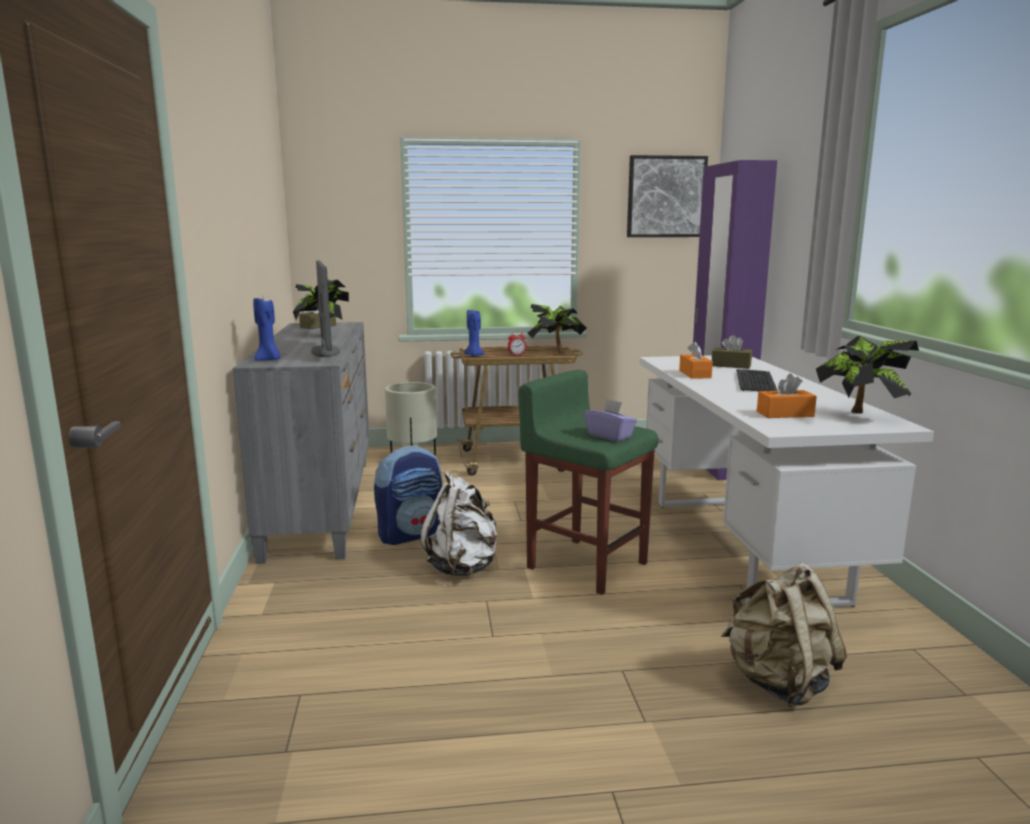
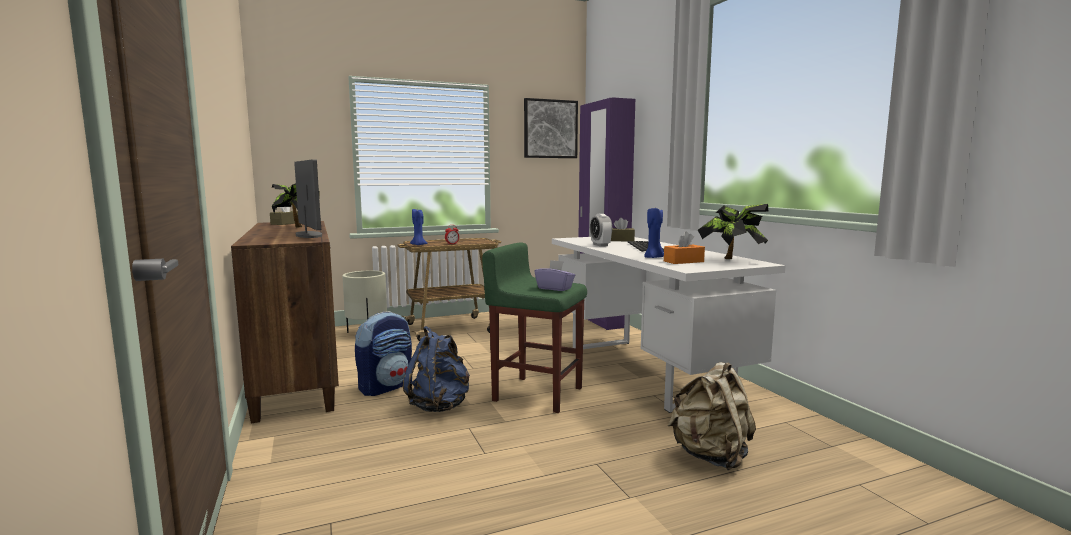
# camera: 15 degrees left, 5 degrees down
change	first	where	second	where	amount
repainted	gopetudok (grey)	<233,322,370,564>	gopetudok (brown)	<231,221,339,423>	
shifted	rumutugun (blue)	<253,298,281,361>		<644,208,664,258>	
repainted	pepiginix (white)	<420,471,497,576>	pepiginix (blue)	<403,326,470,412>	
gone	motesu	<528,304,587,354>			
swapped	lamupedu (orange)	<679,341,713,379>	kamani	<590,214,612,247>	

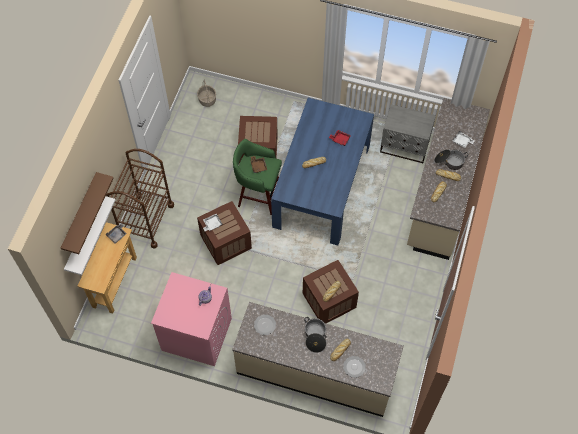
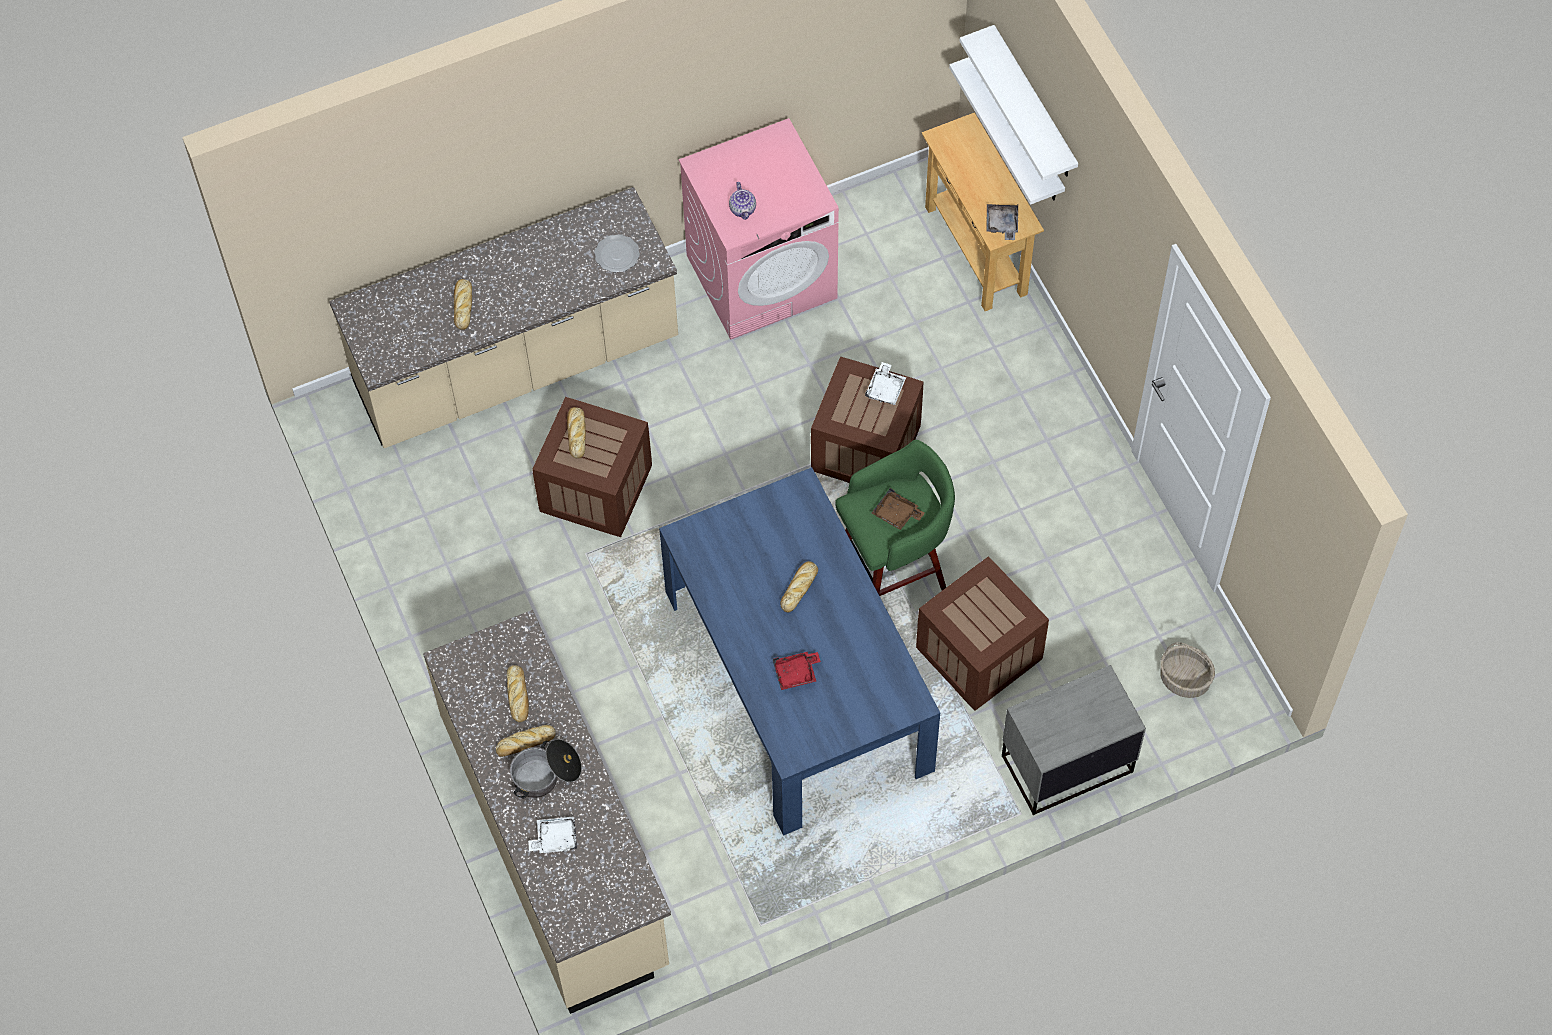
# camera: 140 degrees right, 0 degrees up
change	first	where	second	where	amount
repainted	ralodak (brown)	<61,172,114,254>	ralodak (white)	<960,25,1078,180>	
gone	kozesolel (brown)	<106,149,174,249>			
gone	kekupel	<304,317,327,353>			
gone	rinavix	<343,356,366,378>			
shifted	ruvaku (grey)	<380,104,436,164>		<1002,665,1146,815>	

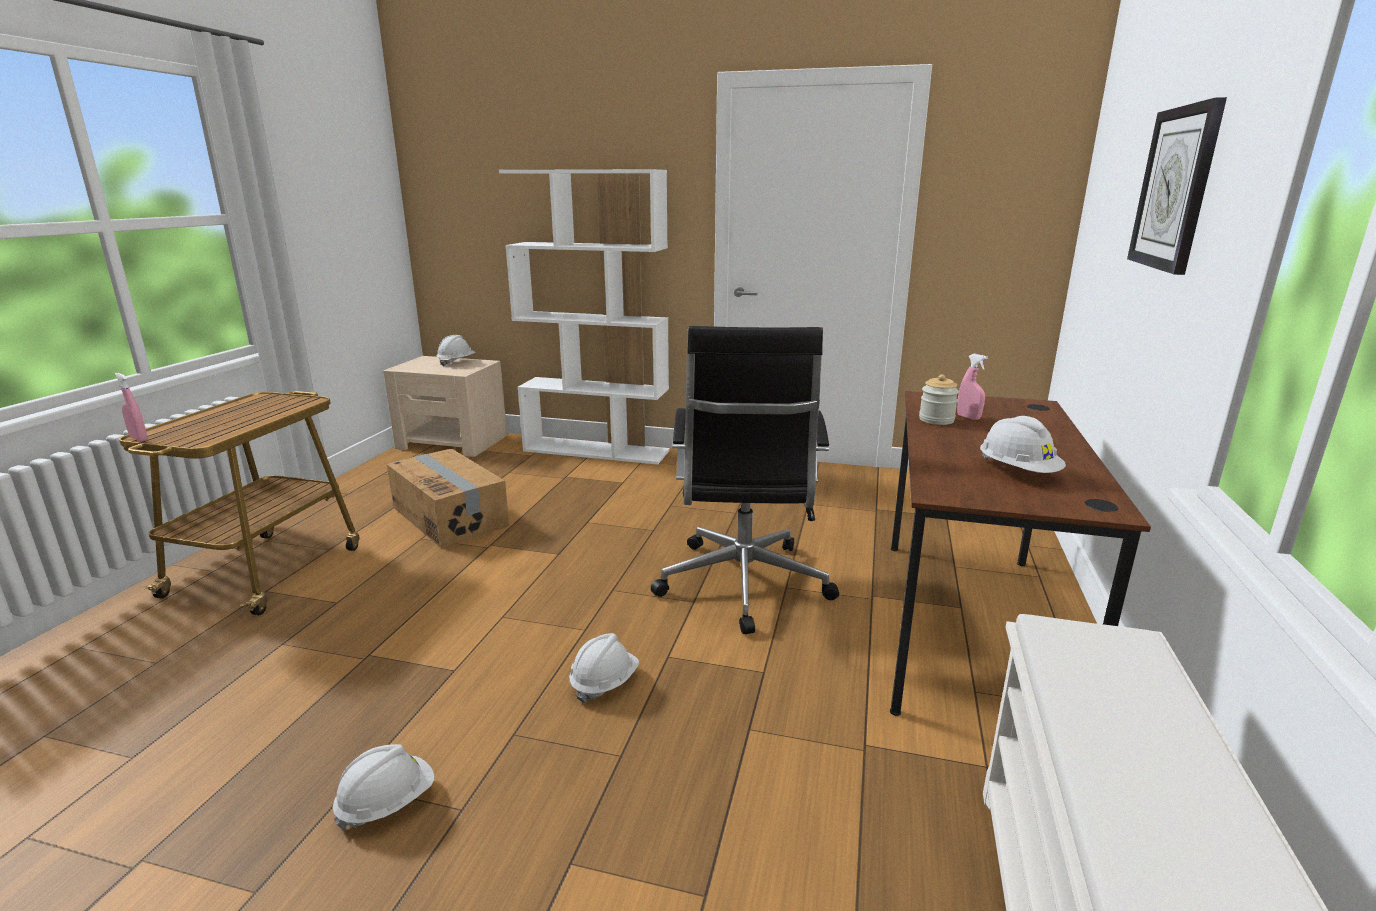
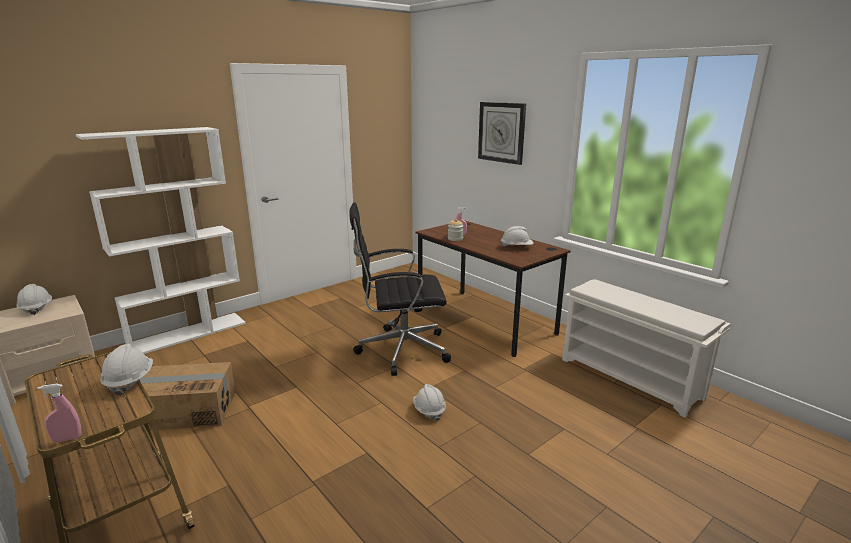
# camera: 55 degrees left, 0 degrees up
change	first	where	second	where	amount
shifted	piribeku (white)	<333,744,434,831>		<100,344,153,396>	
rotated	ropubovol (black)	<651,326,839,634>		<349,202,451,376>	135 degrees clockwise

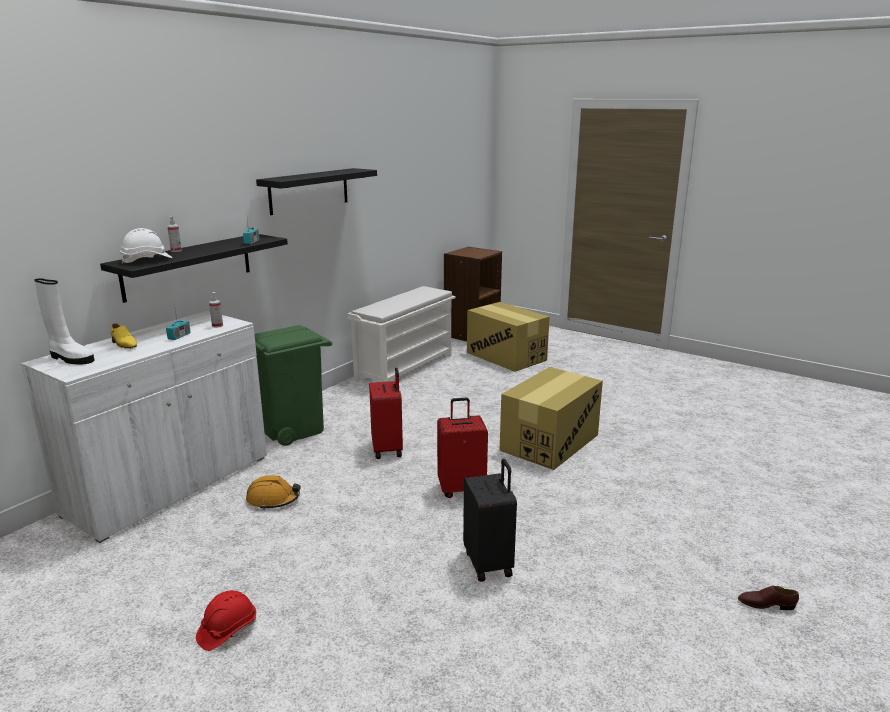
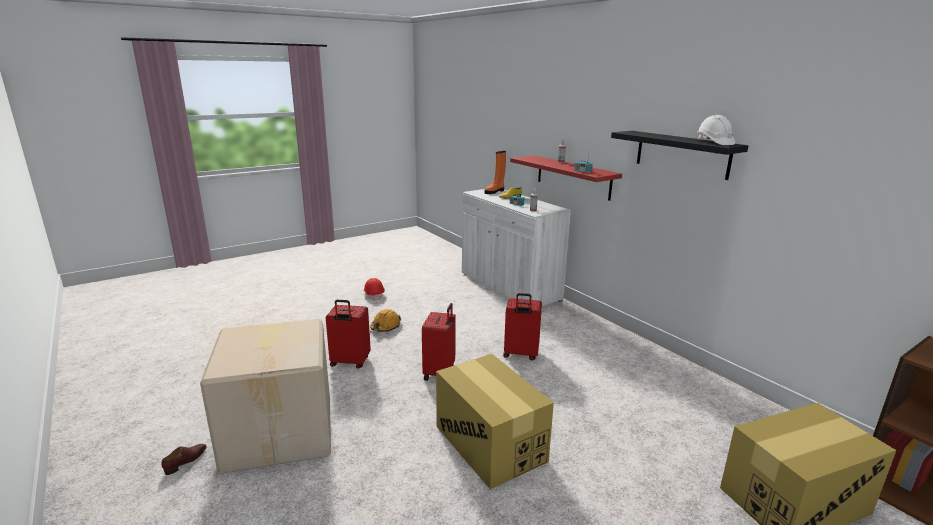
# camera: 110 degrees right, 0 degrees up
change	first	where	second	where	amount
repainted	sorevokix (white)	<34,278,95,364>	sorevokix (orange)	<484,151,506,194>	
repainted	ralodak (black)	<100,234,288,303>	ralodak (red)	<510,155,622,201>	
shifted	piribeku (white)	<120,228,172,264>		<697,115,735,145>	
shifted	piribeku (orange)	<246,475,301,510>		<370,309,401,332>	
gone	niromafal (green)	<255,325,332,446>			
gone	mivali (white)	<347,286,456,382>			
repainted	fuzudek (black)	<463,459,517,582>	fuzudek (red)	<326,300,371,369>	
new			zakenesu	<200,319,331,474>	

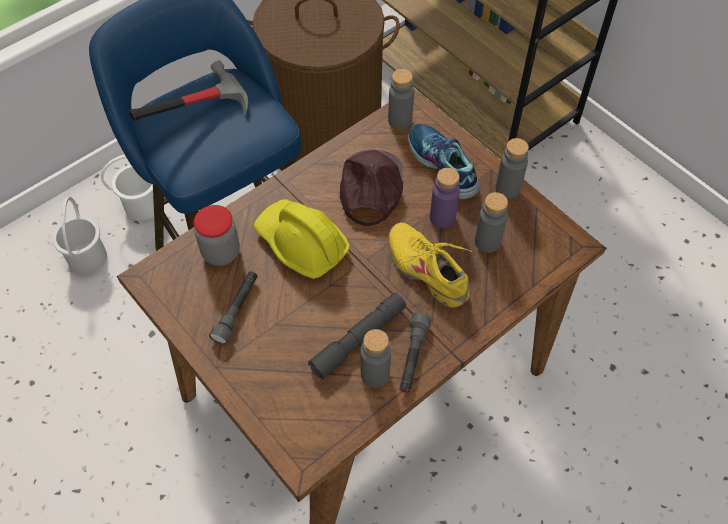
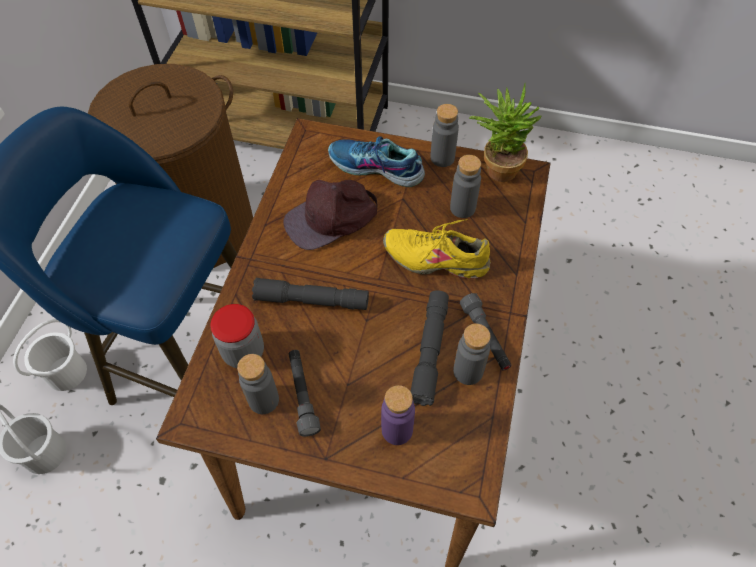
# camera: 35 degrees left, 0 degrees up
change	first	where	second	where	amount
gone	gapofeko	<129,60,248,121>			
swapped	piribeku (yellow)	<254,199,350,279>	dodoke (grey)	<252,278,369,310>	
rotated	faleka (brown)	<340,150,403,226>		<283,180,378,250>	90 degrees counterclockwise
shifted	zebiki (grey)	<388,69,414,130>		<237,354,279,414>	
shifted	zebiki (purple)	<430,168,460,228>		<381,385,415,445>	
new			motesu	<469,83,541,182>	

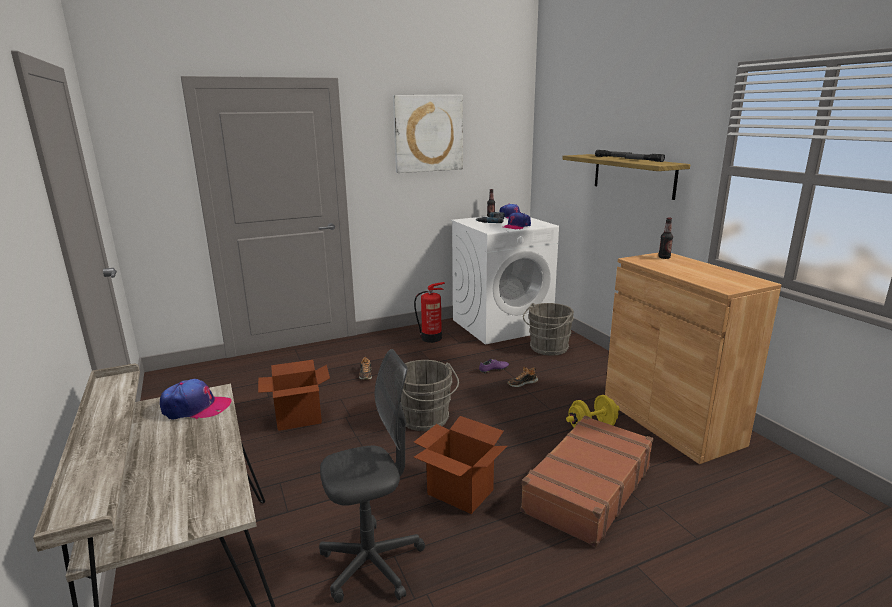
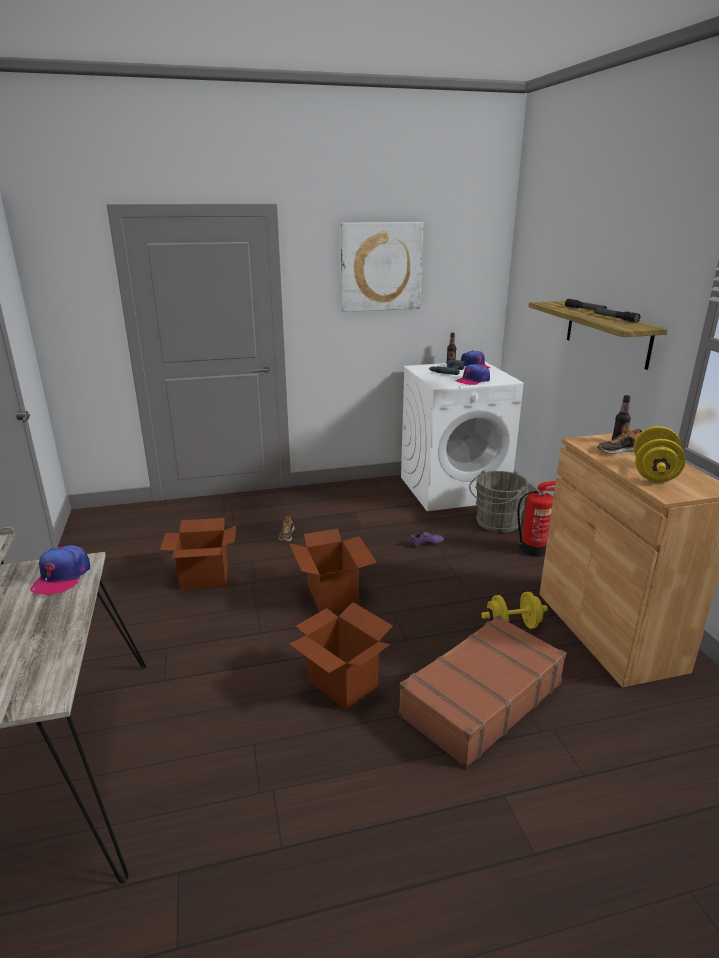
# camera: 10 degrees right, 5 degrees up
change	first	where	second	where	amount
rotated	faleka	<160,379,232,419>		<30,545,91,594>	90 degrees clockwise
gone	ropubovol (grey)	<319,349,425,603>			
swapped	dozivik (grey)	<400,360,459,431>	zakenesu	<289,529,377,612>	
shifted	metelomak	<414,282,445,343>		<517,481,556,557>	
shifted	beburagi	<507,367,538,387>		<597,426,642,454>	
new			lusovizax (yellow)	<634,426,685,482>	

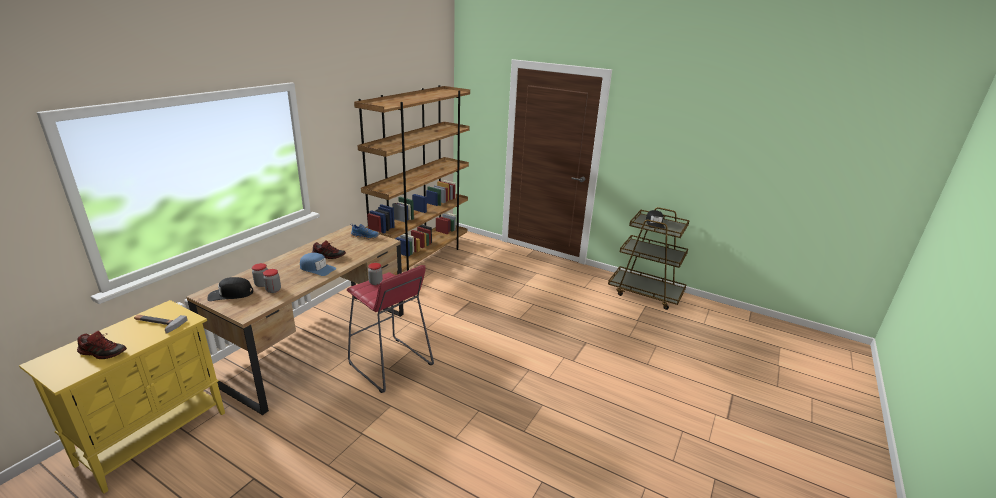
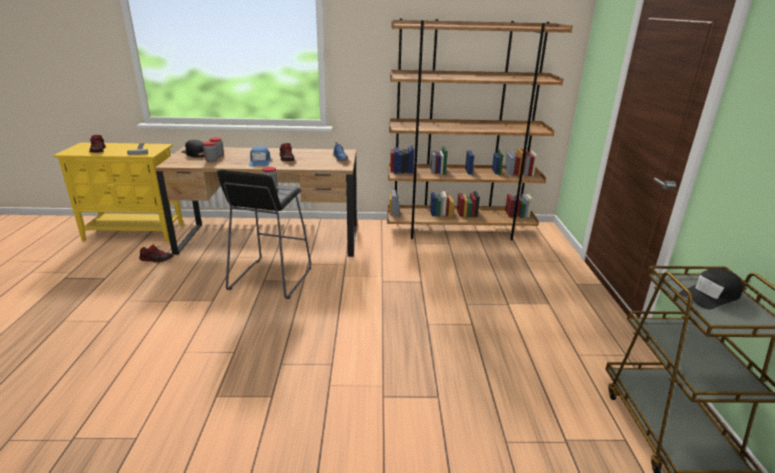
# camera: 60 degrees right, 0 degrees up
change	first	where	second	where	amount
repainted	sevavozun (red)	<347,265,434,393>	sevavozun (black)	<217,170,311,299>	
new			beburagi	<139,244,174,263>	

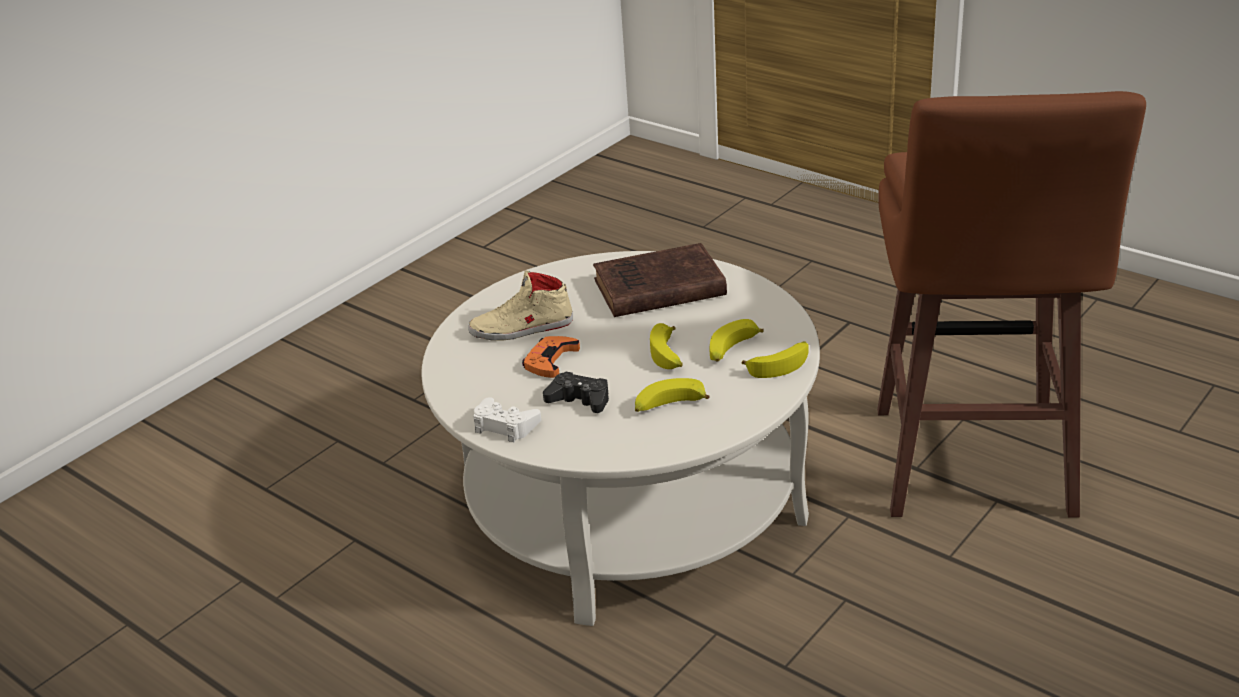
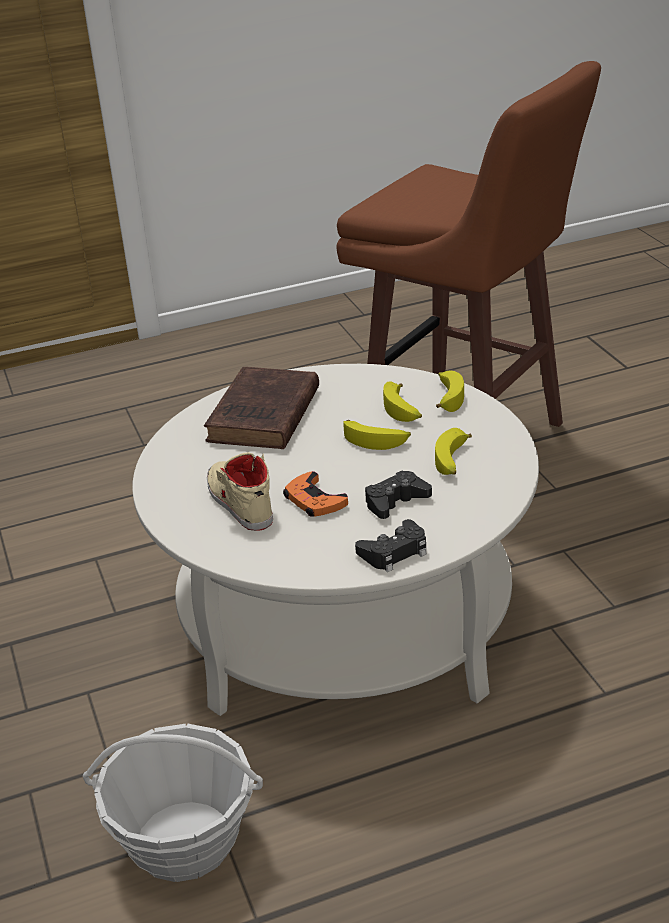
# camera: 60 degrees left, 0 degrees up
change	first	where	second	where	amount
rotated	beburagi (beige)	<468,270,573,340>		<207,452,273,531>	135 degrees clockwise
repainted	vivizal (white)	<473,397,541,442>	vivizal (black)	<355,519,426,572>	
new			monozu	<83,724,263,882>	

